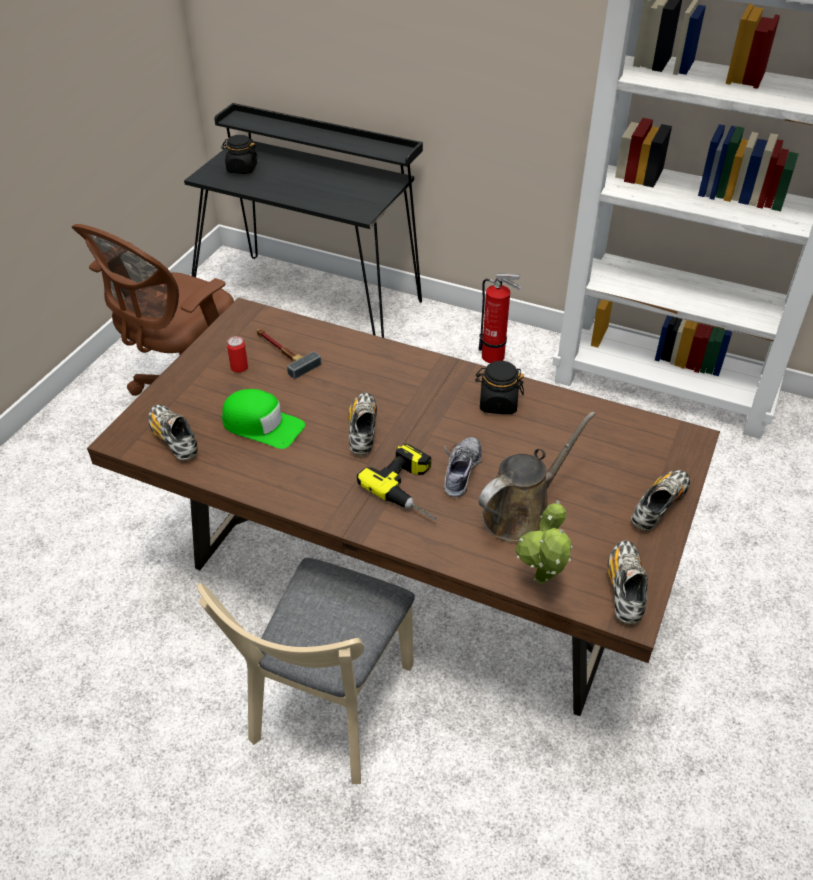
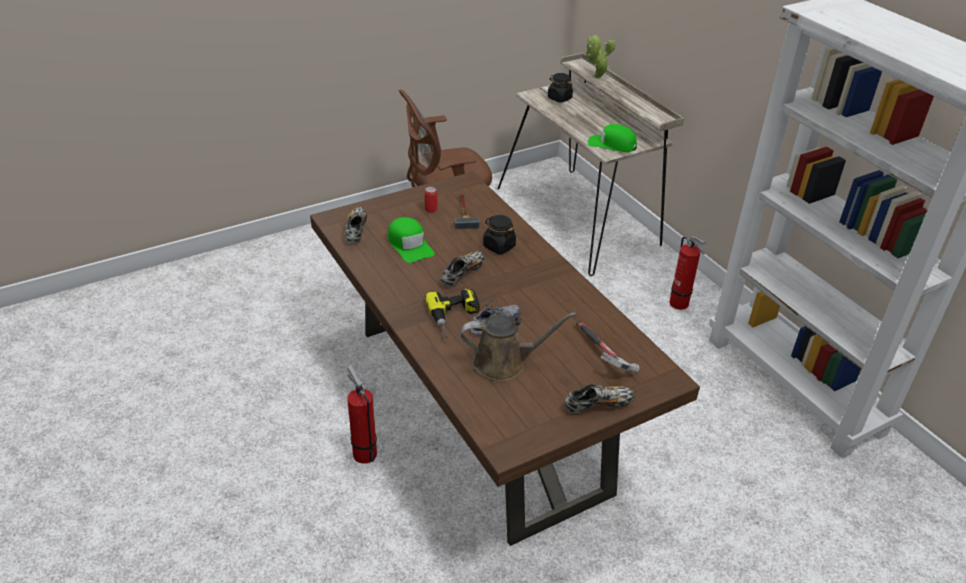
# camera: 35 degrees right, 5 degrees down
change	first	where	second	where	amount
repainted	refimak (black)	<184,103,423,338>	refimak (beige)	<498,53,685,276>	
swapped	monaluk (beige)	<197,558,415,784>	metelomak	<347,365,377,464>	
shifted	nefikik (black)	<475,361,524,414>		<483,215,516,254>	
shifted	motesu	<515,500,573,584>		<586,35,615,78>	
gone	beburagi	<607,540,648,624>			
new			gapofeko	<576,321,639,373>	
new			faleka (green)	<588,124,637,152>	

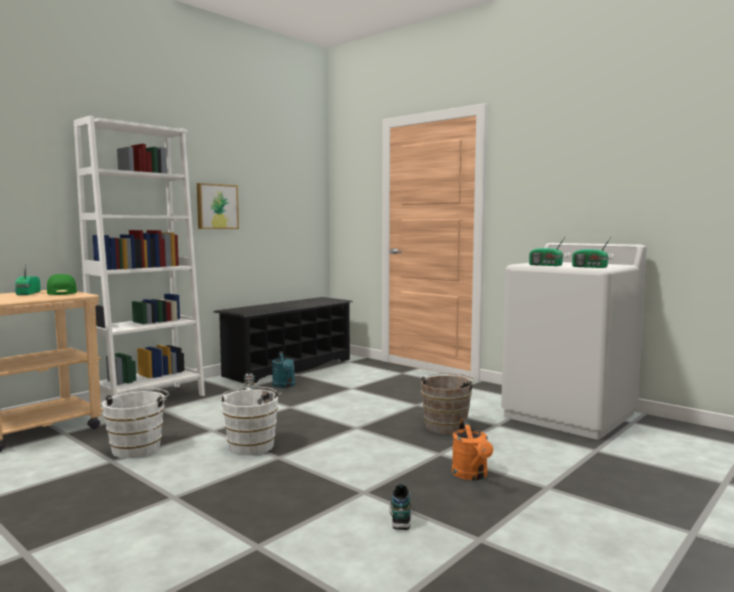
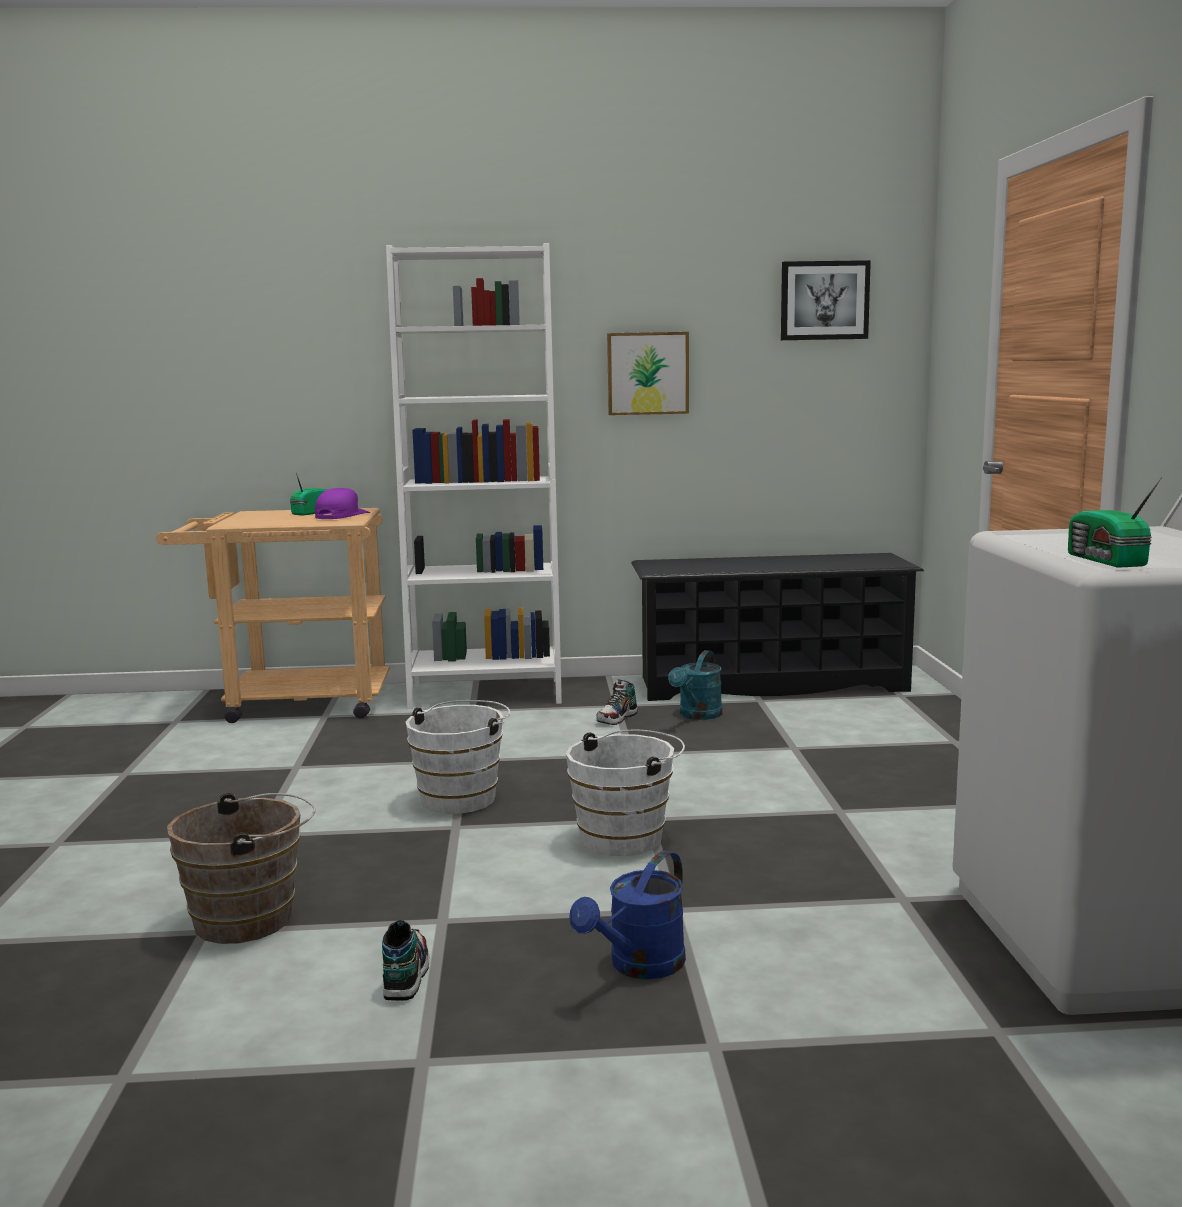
# camera: 45 degrees right, 5 degrees up
change	first	where	second	where	amount
repainted	faleka (green)	<47,274,77,295>	faleka (purple)	<315,488,371,519>	
shifted	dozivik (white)	<102,388,169,458>		<566,730,685,856>	
rotated	beburagi	<389,484,412,530>		<382,920,430,1001>	45 degrees counterclockwise
shifted	dozivik (brown)	<420,373,476,434>		<167,793,316,944>	
repainted	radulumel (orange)	<452,419,493,480>	radulumel (blue)	<569,851,686,979>	
gone	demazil	<529,237,565,266>			
new			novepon	<781,260,871,340>	

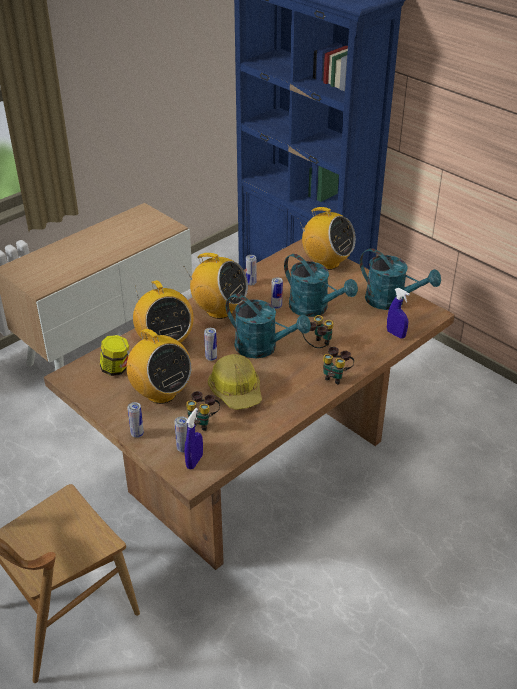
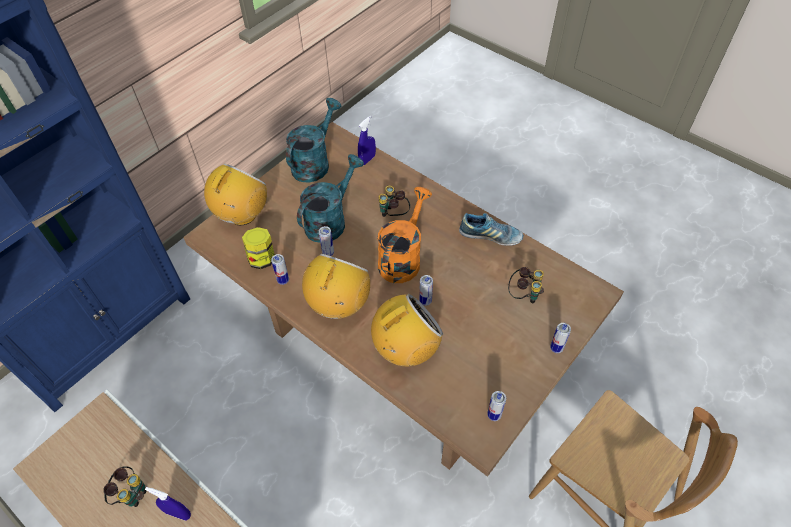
# camera: 95 degrees left, 15 degrees up
change	first	where	second	where	amount
shifted	nefikik	<100,335,129,376>		<242,227,275,269>	
gone	demazil	<122,329,192,404>			
shifted	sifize	<174,416,188,452>		<487,391,506,421>	
shifted	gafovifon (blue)	<184,408,203,469>		<145,487,191,521>	
gone	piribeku	<208,354,262,410>			
repainted	radulumel (turquoise)	<226,294,311,359>	radulumel (orange)	<378,187,432,283>	
shifted	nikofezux	<323,347,354,384>		<103,466,147,507>	
new			beburagi	<459,213,524,246>	

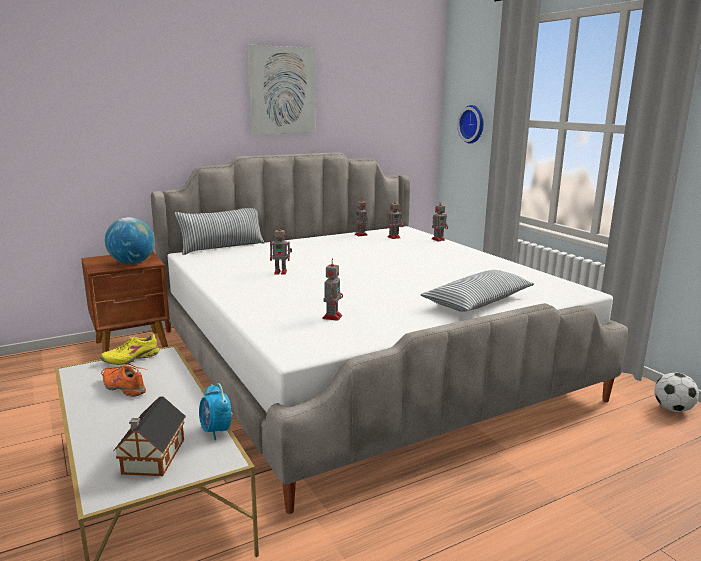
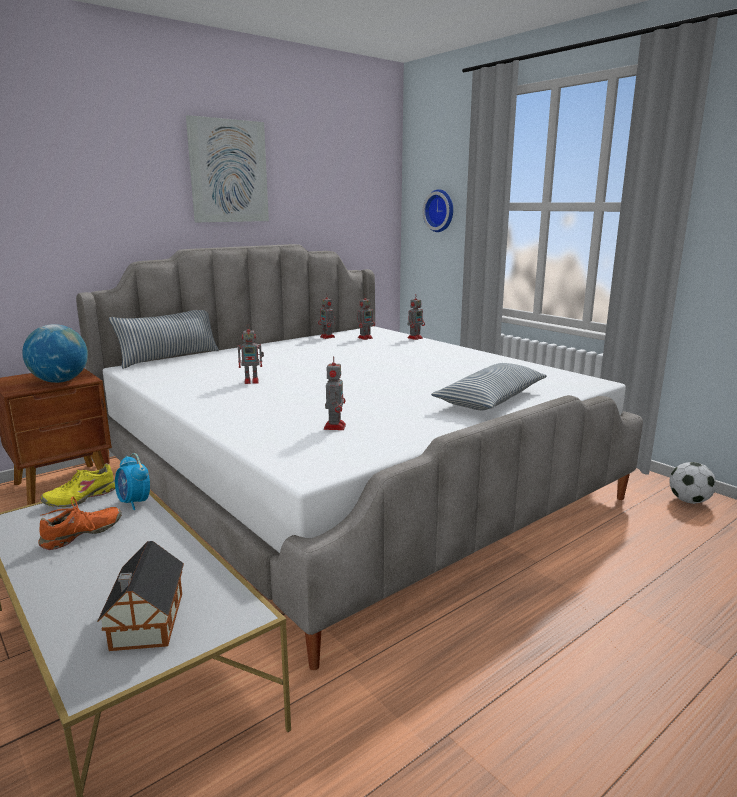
# camera: 10 degrees left, 0 degrees up
change	first	where	second	where	amount
rotated	beburagi (orange)	<101,364,147,397>		<38,497,122,550>	105 degrees clockwise
shifted	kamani	<199,383,232,440>		<115,453,150,510>	

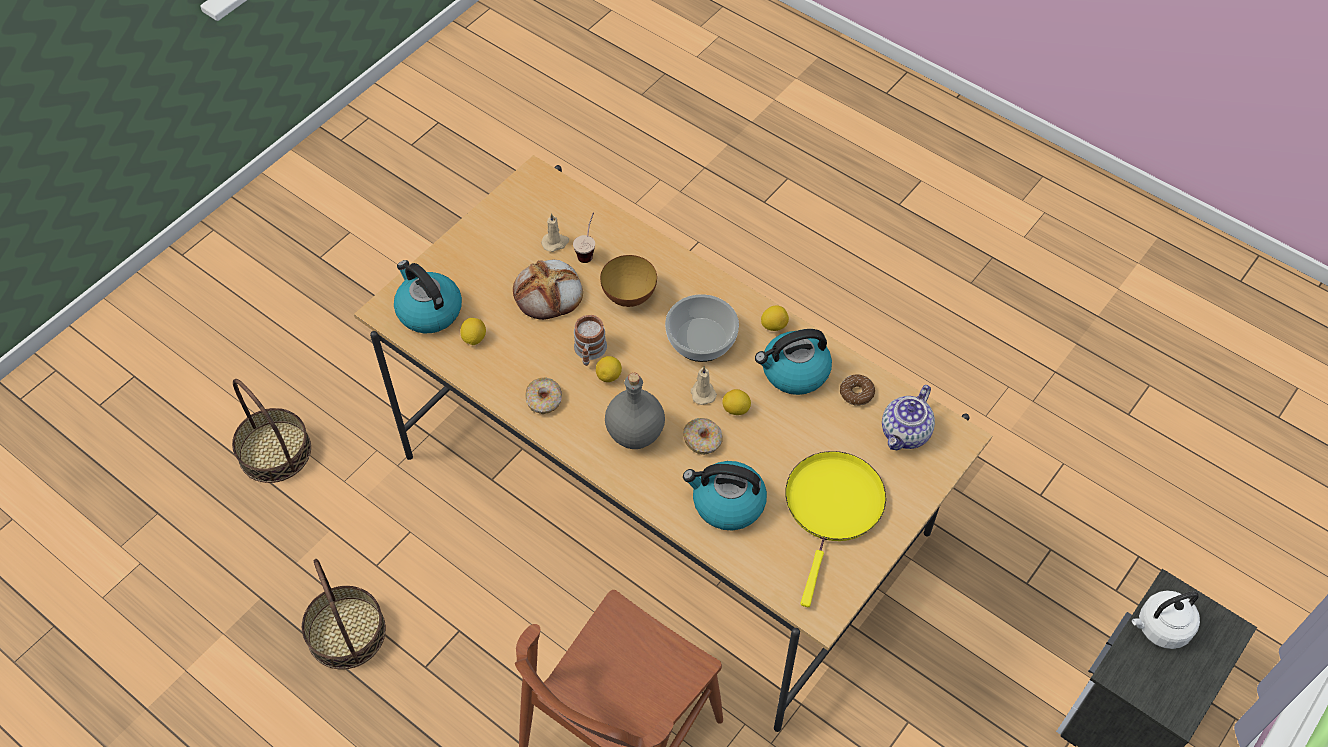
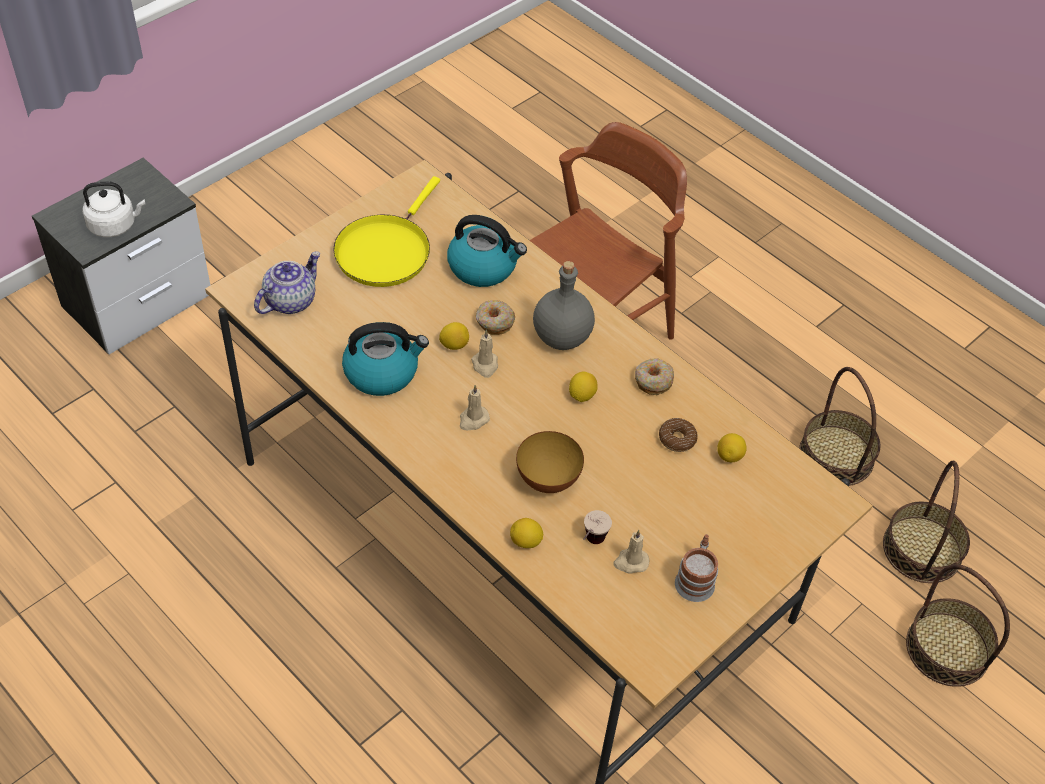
# camera: 175 degrees left, 5 degrees down
change	first	where	second	where	amount
gone	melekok	<394,260,462,333>			
gone	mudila	<513,259,583,320>			
shifted	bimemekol	<574,315,607,366>		<675,534,718,602>	
swapped	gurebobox	<665,294,739,362>	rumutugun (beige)	<460,385,490,430>	
shifted	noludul	<761,305,789,331>		<510,518,543,548>	
shifted	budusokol	<840,375,875,406>		<659,418,698,452>	
new			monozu	<883,461,970,583>	

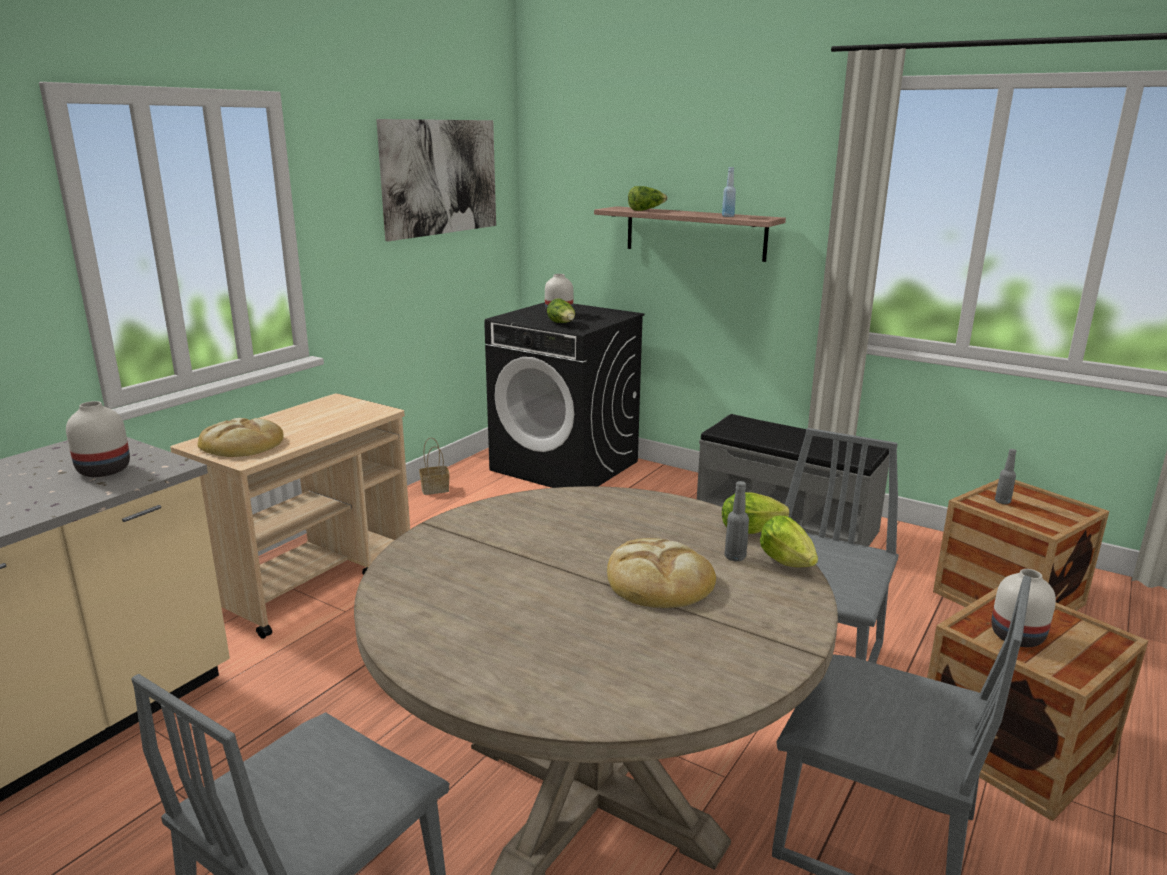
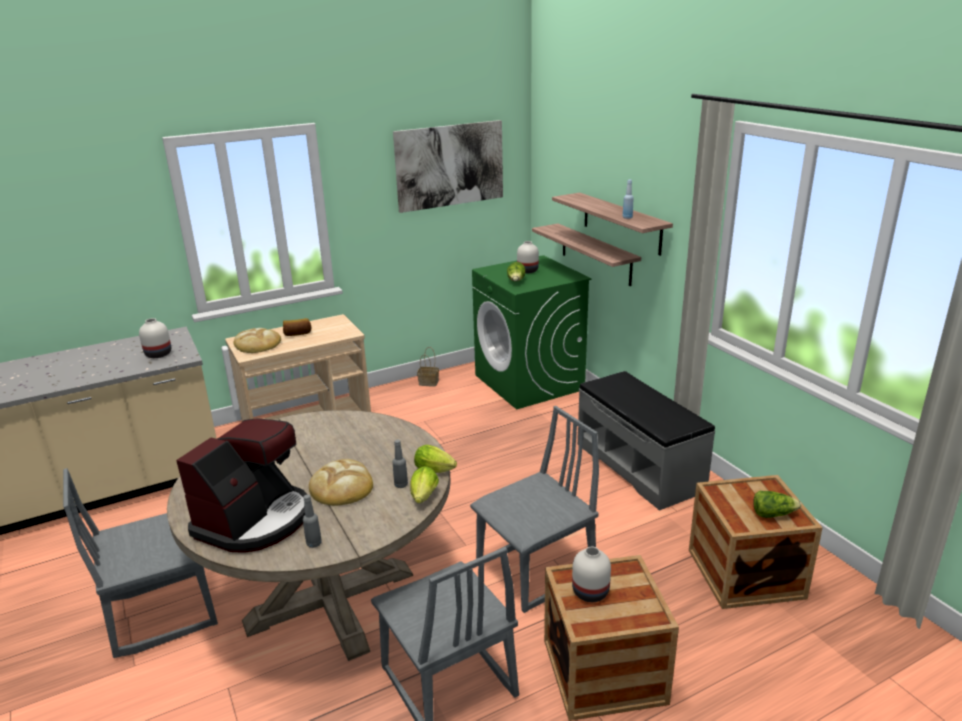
# camera: 30 degrees right, 5 degrees up
change	first	where	second	where	amount
repainted	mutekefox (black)	<484,302,644,488>	mutekefox (green)	<472,255,591,409>	
shifted	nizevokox	<628,186,667,211>		<753,491,801,518>	
shifted	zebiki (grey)	<995,449,1017,504>		<303,495,322,548>	
new			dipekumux	<176,418,308,553>	
new			mudila	<283,318,311,336>	
new			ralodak	<532,224,641,286>	

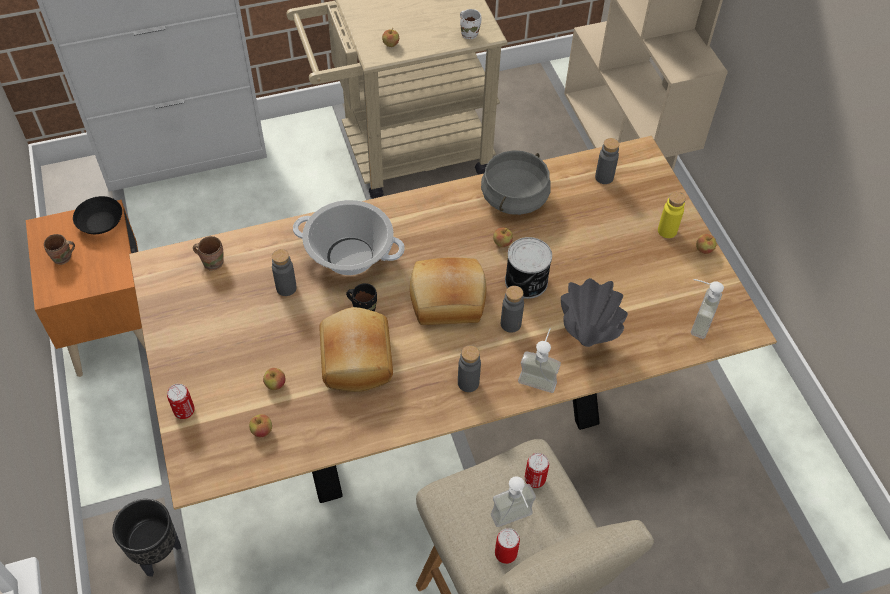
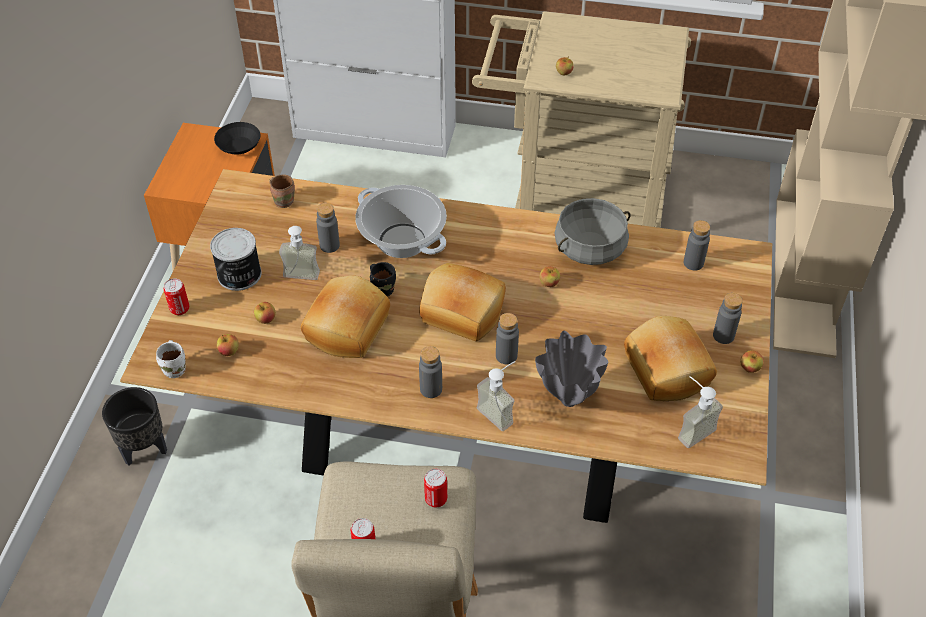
# camera: 30 degrees right, 5 degrees down
change	first	where	second	where	amount
gone	bimemekol (brown)	<44,234,75,265>			
shifted	bimemekol (white)	<460,9,481,39>		<156,340,186,378>	
shifted	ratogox	<491,476,536,527>		<279,226,320,280>	
shifted	sifize	<505,237,552,299>		<210,228,262,291>	
repainted	zebiki (yellow)	<658,192,686,238>	zebiki (grey)	<713,293,743,344>	
new			mudila	<624,316,717,401>	

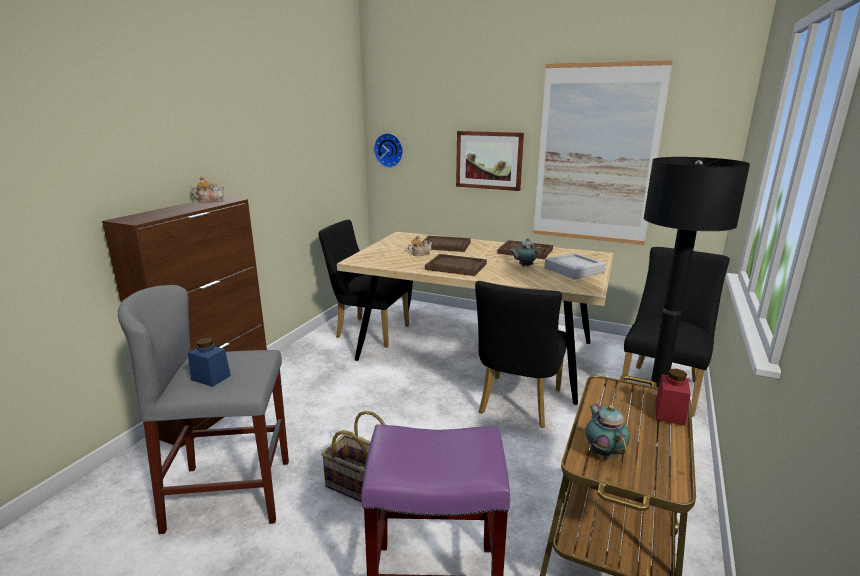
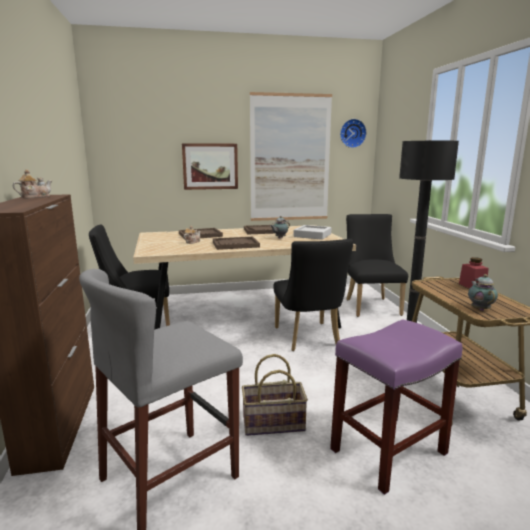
# camera: 35 degrees left, 5 degrees down
change	first	where	second	where	amount
gone	nefikik (blue)	<188,338,231,387>			
shifted	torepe	<374,133,403,168>		<340,119,367,148>	
rotated	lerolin	<585,403,630,459>		<468,274,498,311>	45 degrees clockwise

